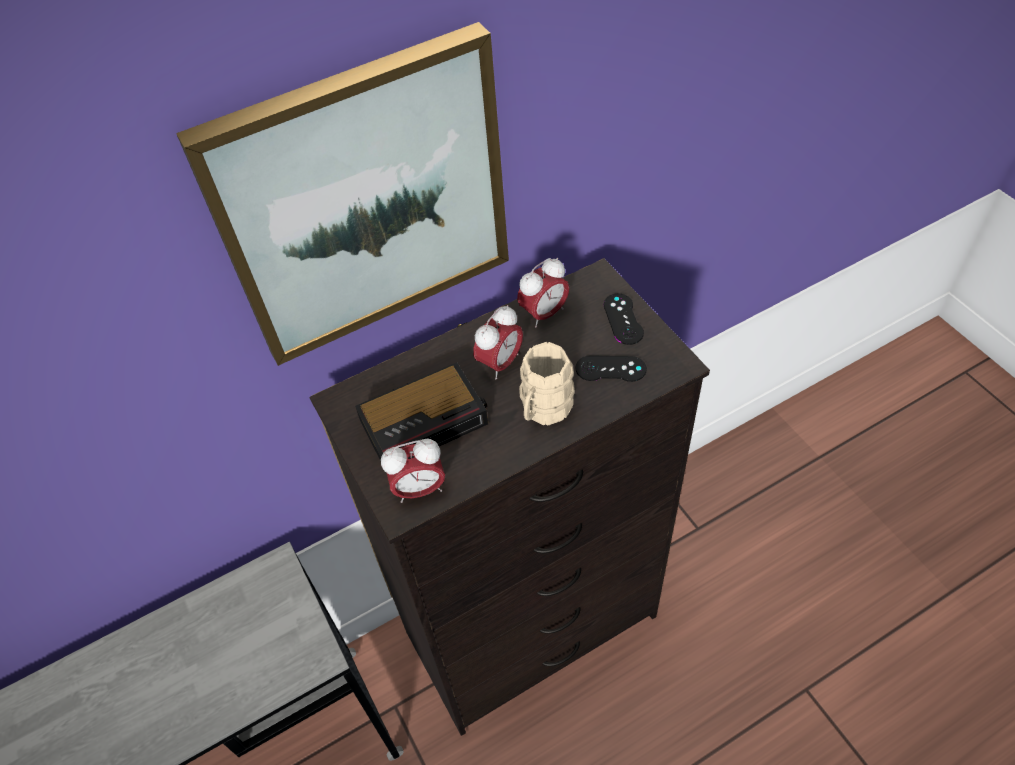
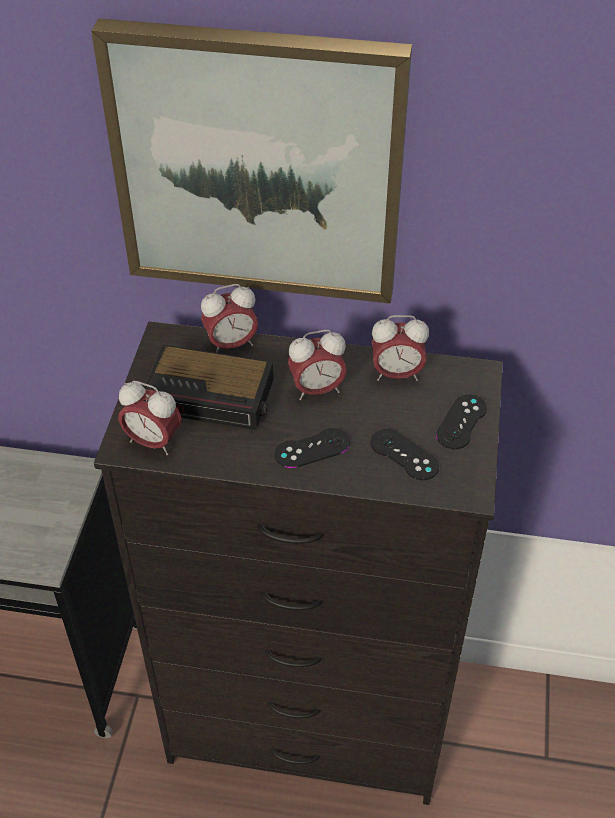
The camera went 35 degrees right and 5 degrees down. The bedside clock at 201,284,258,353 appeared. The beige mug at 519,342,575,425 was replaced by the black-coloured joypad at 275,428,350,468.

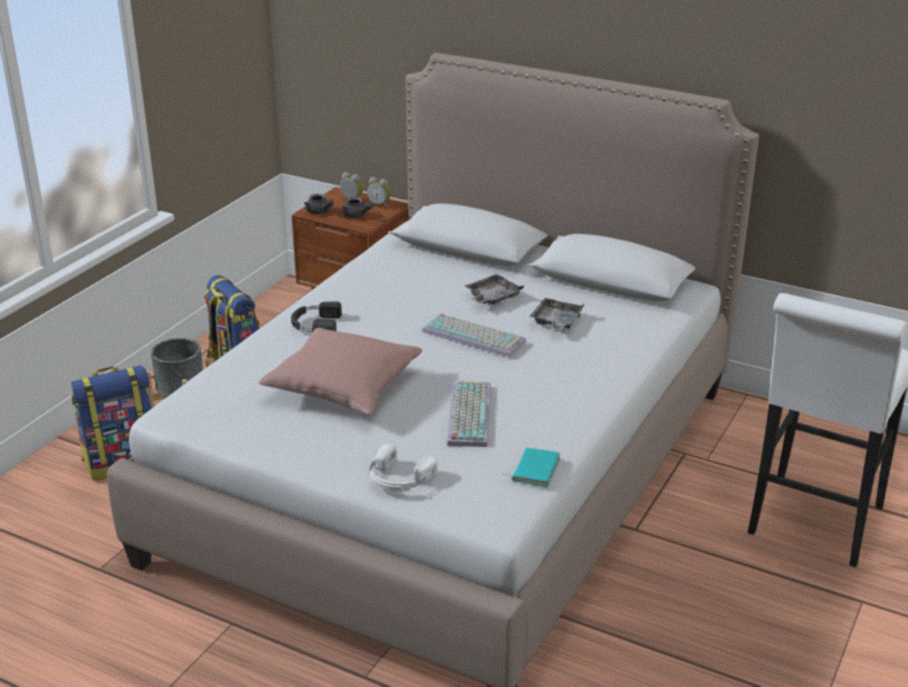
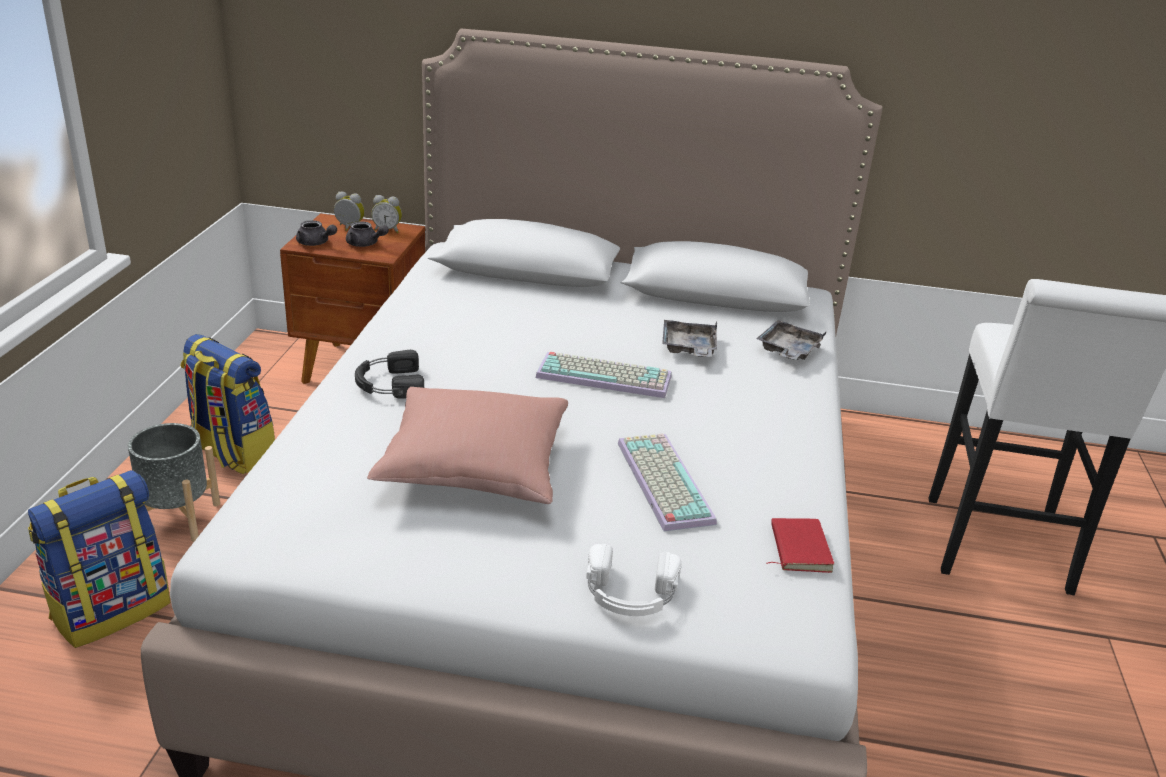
The camera went 20 degrees left and 0 degrees up. The greyish serving tray moved from 465,274,524,305 to 756,320,827,360. The turquoise-coloured bound book at 501,448,560,488 became the reddish bound book at 767,518,834,573.

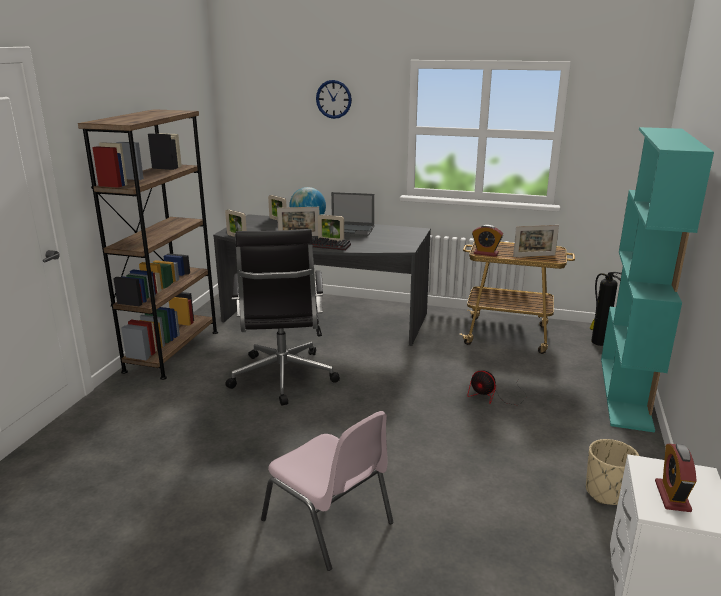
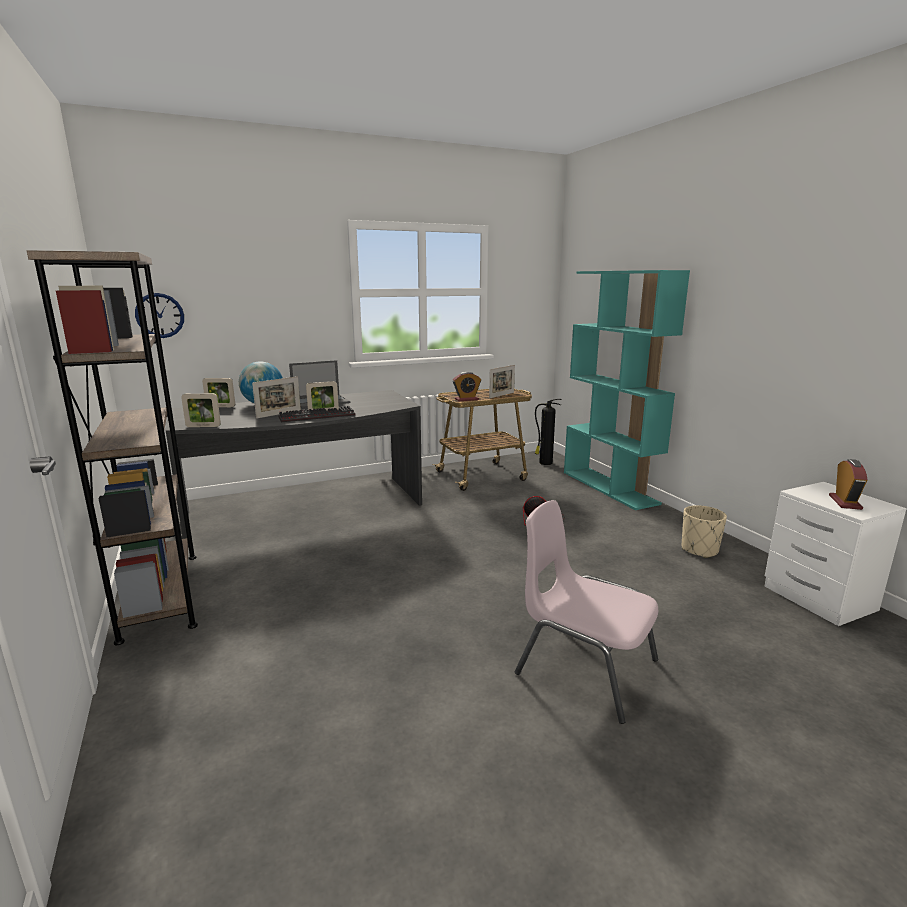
The camera went 40 degrees left and 5 degrees down. The wall clock moved from 316,80,352,119 to 135,293,184,338. The pink-coloured plain chair at 261,411,394,571 turned 150 degrees counterclockwise. The bedside clock at 655,444,697,512 turned 135 degrees counterclockwise. The black-coloured computer chair at 225,229,340,405 disappeared.

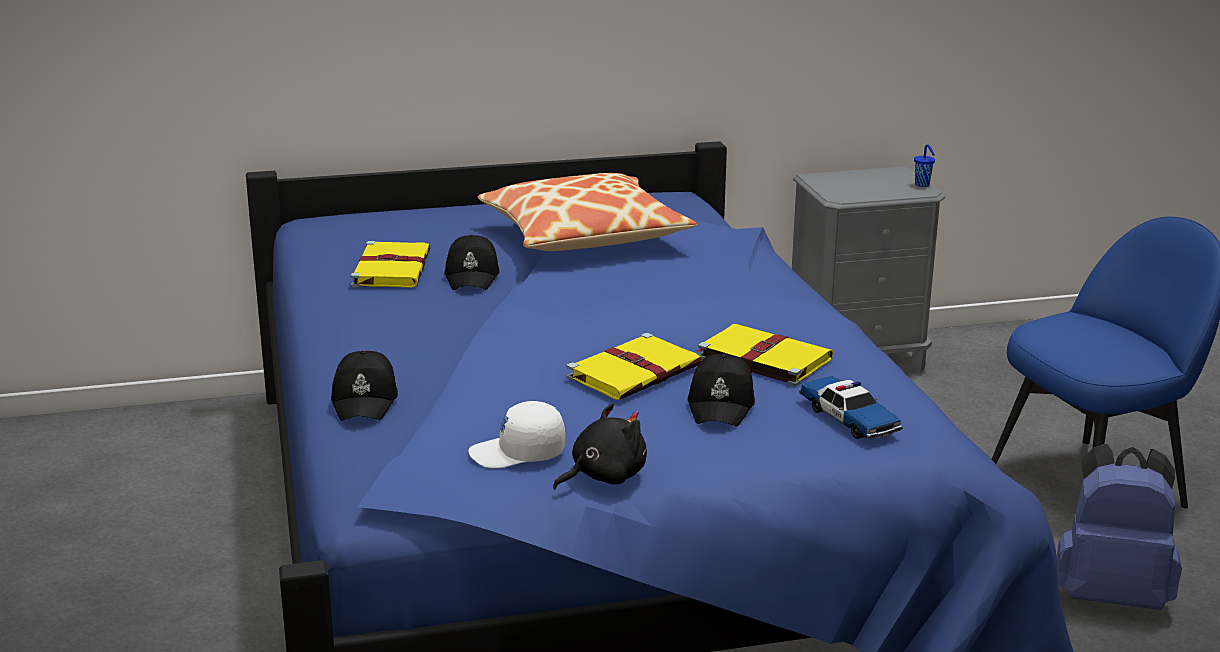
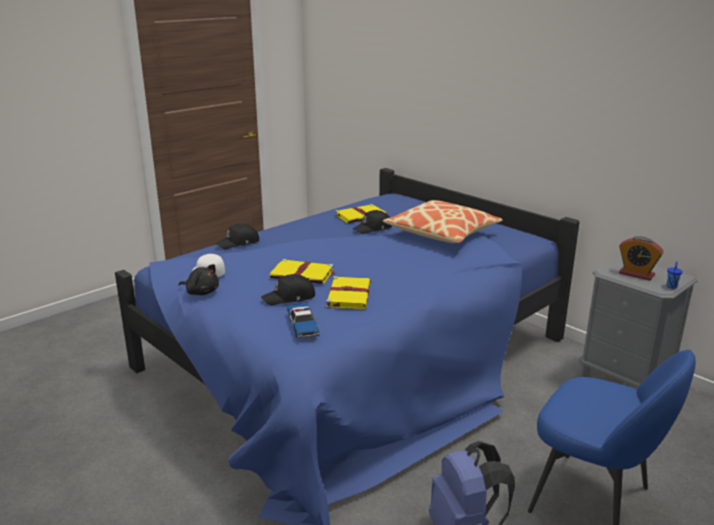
The camera went 60 degrees right and 0 degrees up. The model car at 799,376,903,439 turned 45 degrees counterclockwise. The bedside clock at 619,236,664,281 appeared.

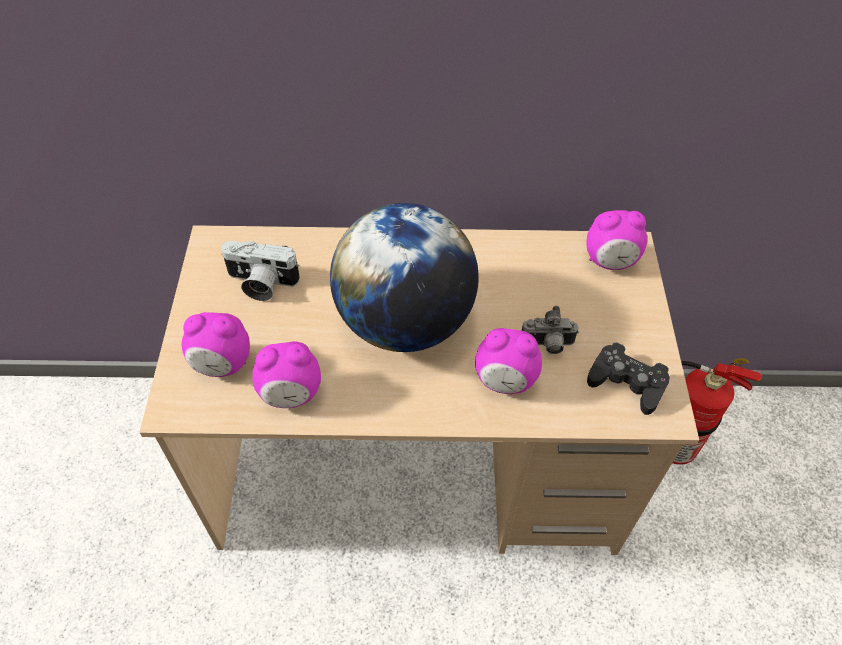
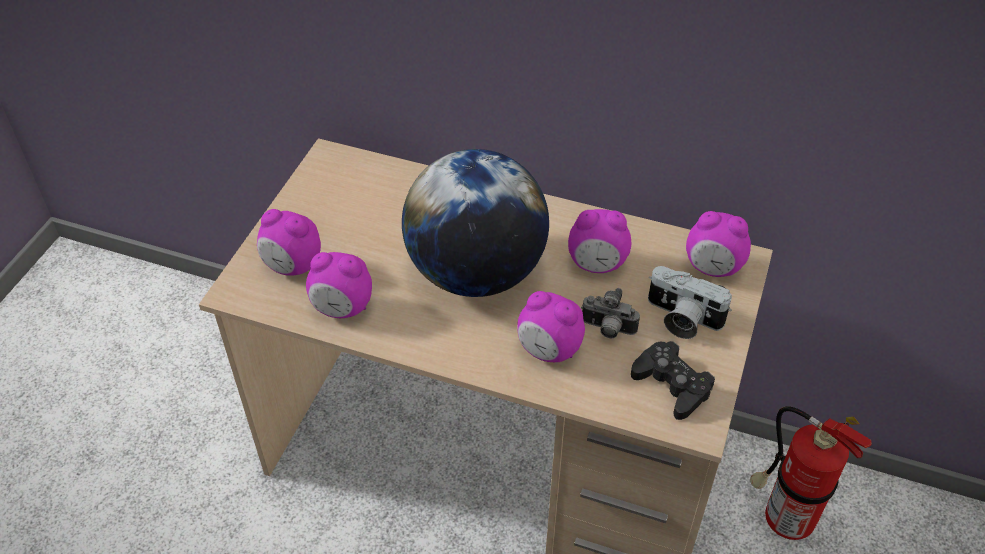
The camera went 20 degrees right and 5 degrees down. The bedside clock at 568,209,631,273 appeared. The photo camera moved from 221,241,300,301 to 648,266,732,339.

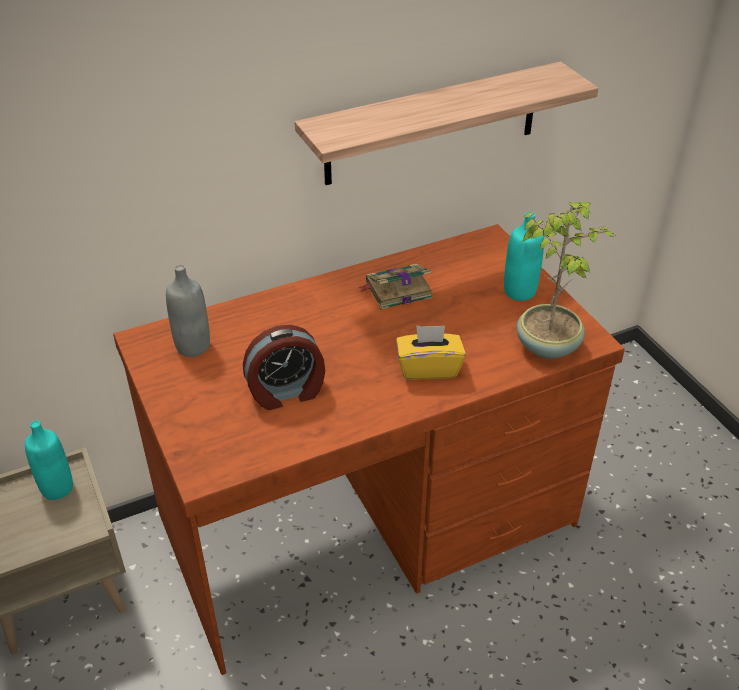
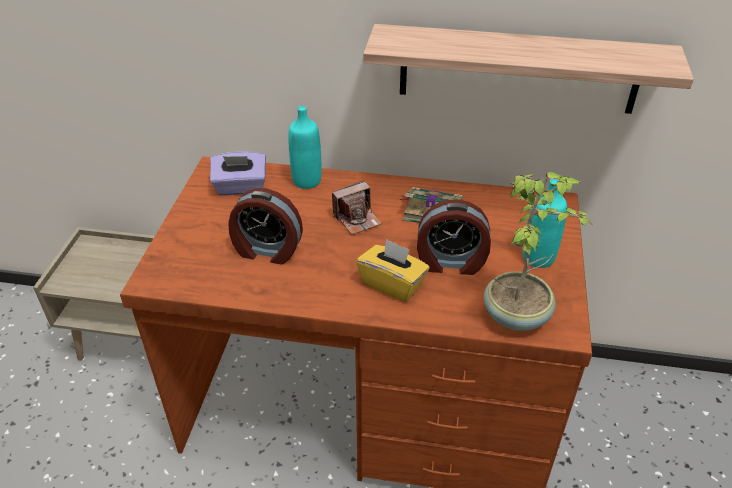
The camera went 35 degrees right and 0 degrees up. The greyish drink bottle at 166,264,210,357 was replaced by the purple box of tissues at 210,152,266,196. The turquoise-coloured drink bottle moved from 25,421,73,500 to 288,106,322,189. The photo camera at 332,180,382,235 appeared. The bedside clock at 417,199,491,275 appeared.

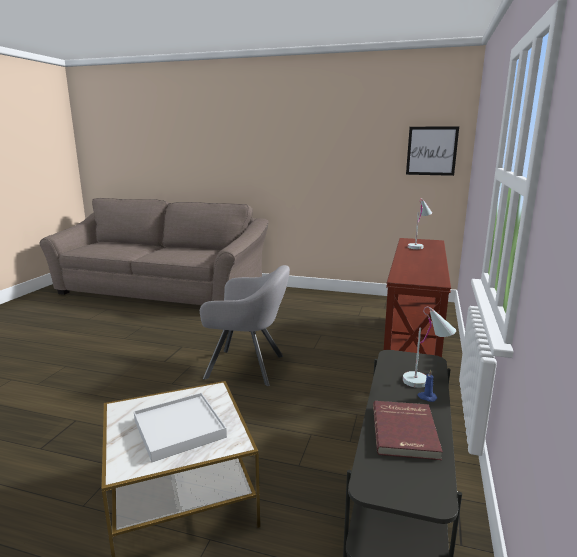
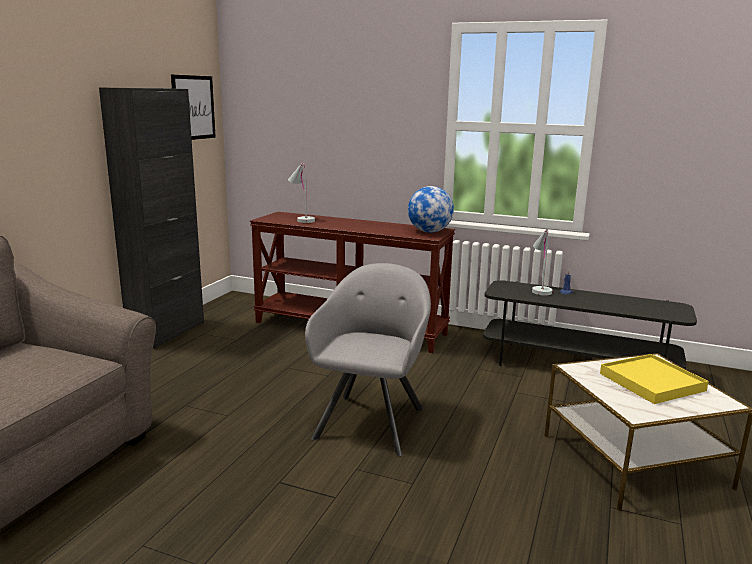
The camera went 85 degrees left and 0 degrees up. The black-coloured cabinet at 99,87,204,349 appeared. The world globe at 408,186,454,233 appeared. The white-coloured serving tray at 134,393,227,462 became the yellow serving tray at 600,354,709,404. The reddish bound book at 373,401,443,460 disappeared.

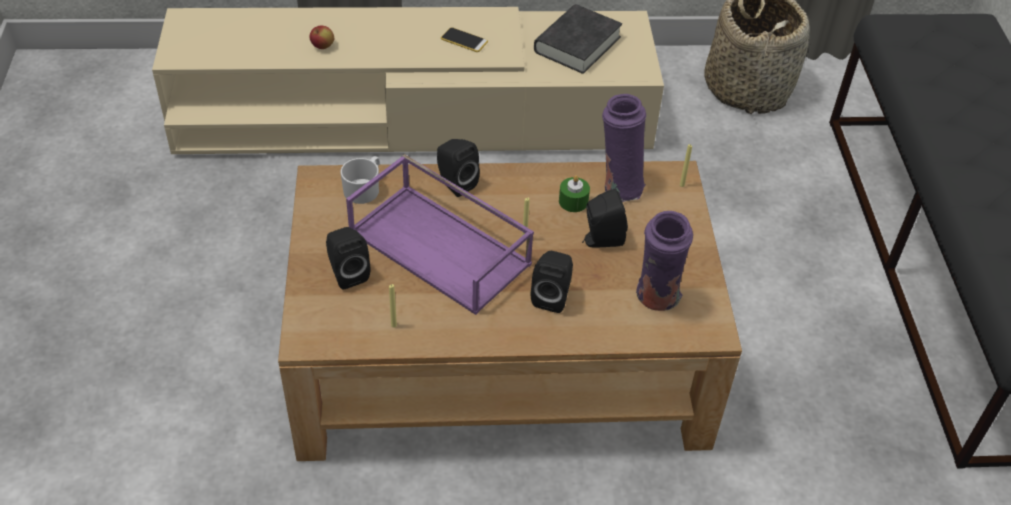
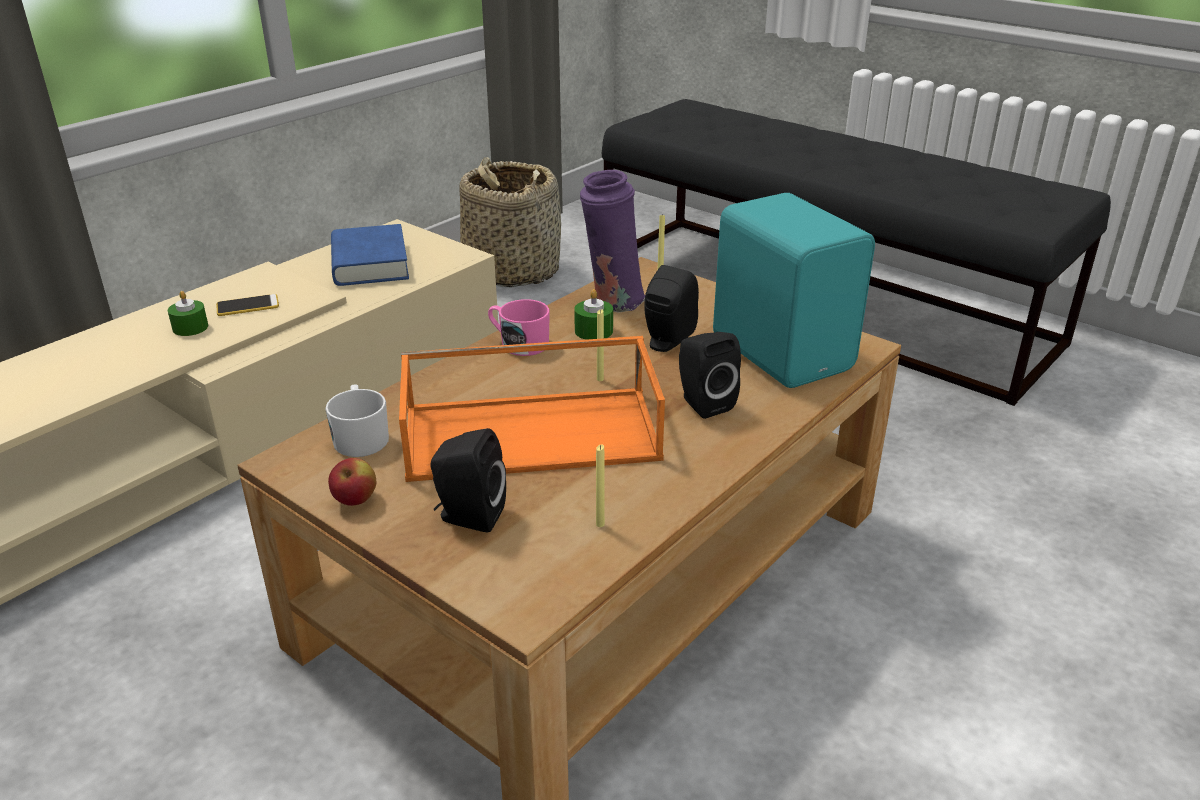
The camera went 45 degrees left and 15 degrees down. The green wax candle at 168,291,208,336 appeared. The apple moved from 309,26,334,49 to 328,458,376,506. The black-coloured bound book at 534,4,622,74 became the blue-coloured bound book at 331,224,409,286. The purple serving tray at 346,154,534,315 became the orange serving tray at 399,336,665,482. The pink-coloured mug at 488,299,550,356 appeared. The purple flower vase at 636,211,693,311 was replaced by the turquoise-coloured audio speaker at 713,193,875,388. The black-coloured audio speaker at 437,139,480,197 disappeared.

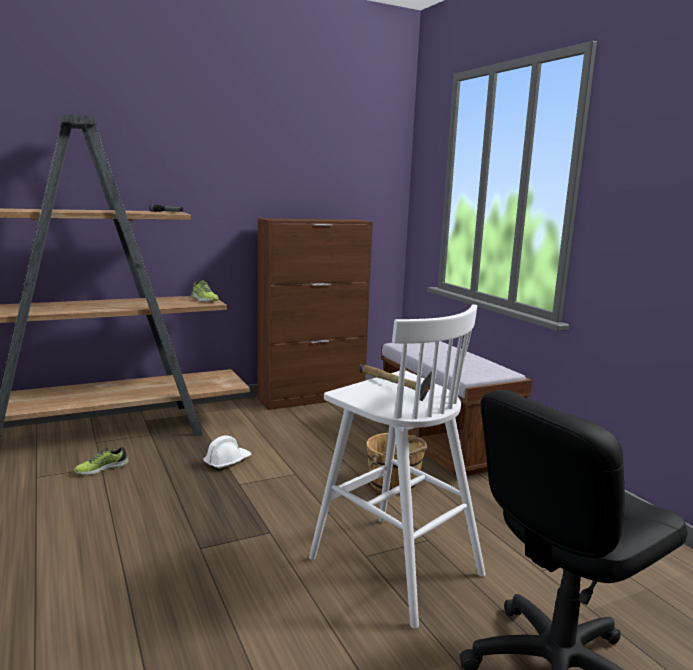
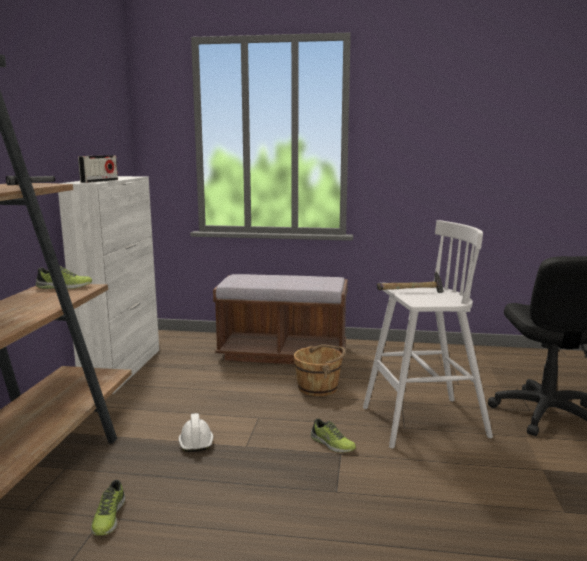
The camera went 55 degrees left and 0 degrees up. The brownish cabinet at 257,218,373,410 became the white-coloured cabinet at 58,176,159,394. The radio receiver at 78,155,118,183 appeared. The shoe at 311,418,356,453 appeared.

